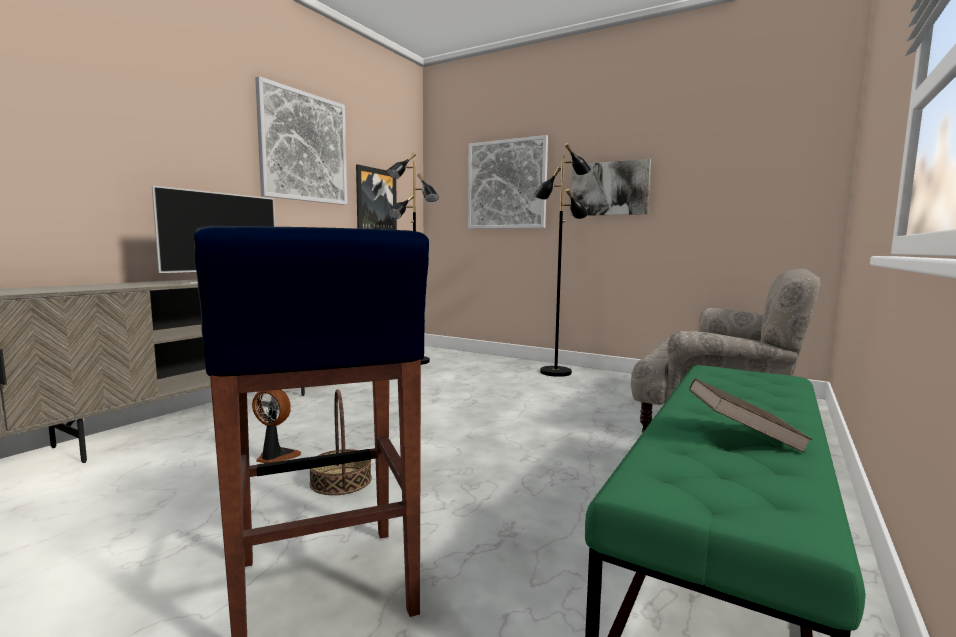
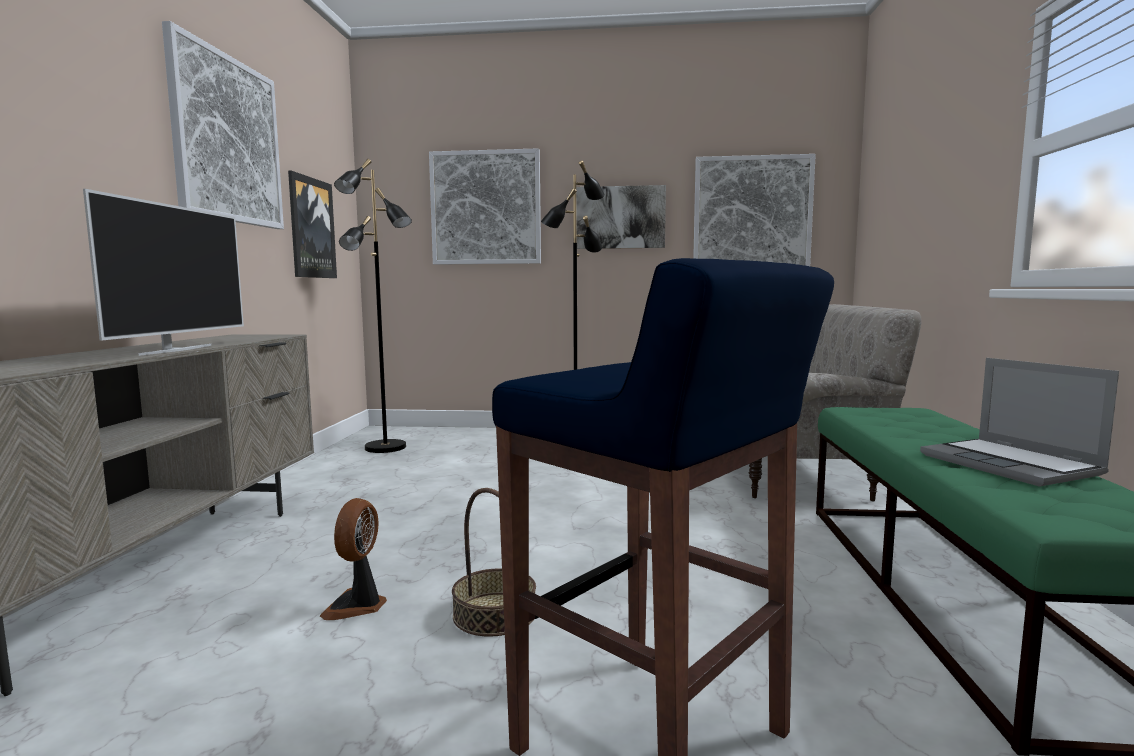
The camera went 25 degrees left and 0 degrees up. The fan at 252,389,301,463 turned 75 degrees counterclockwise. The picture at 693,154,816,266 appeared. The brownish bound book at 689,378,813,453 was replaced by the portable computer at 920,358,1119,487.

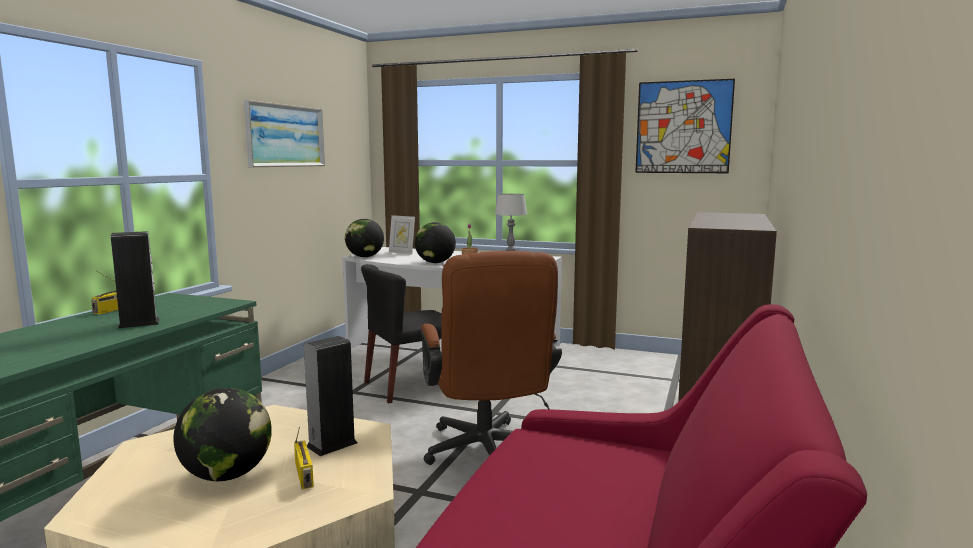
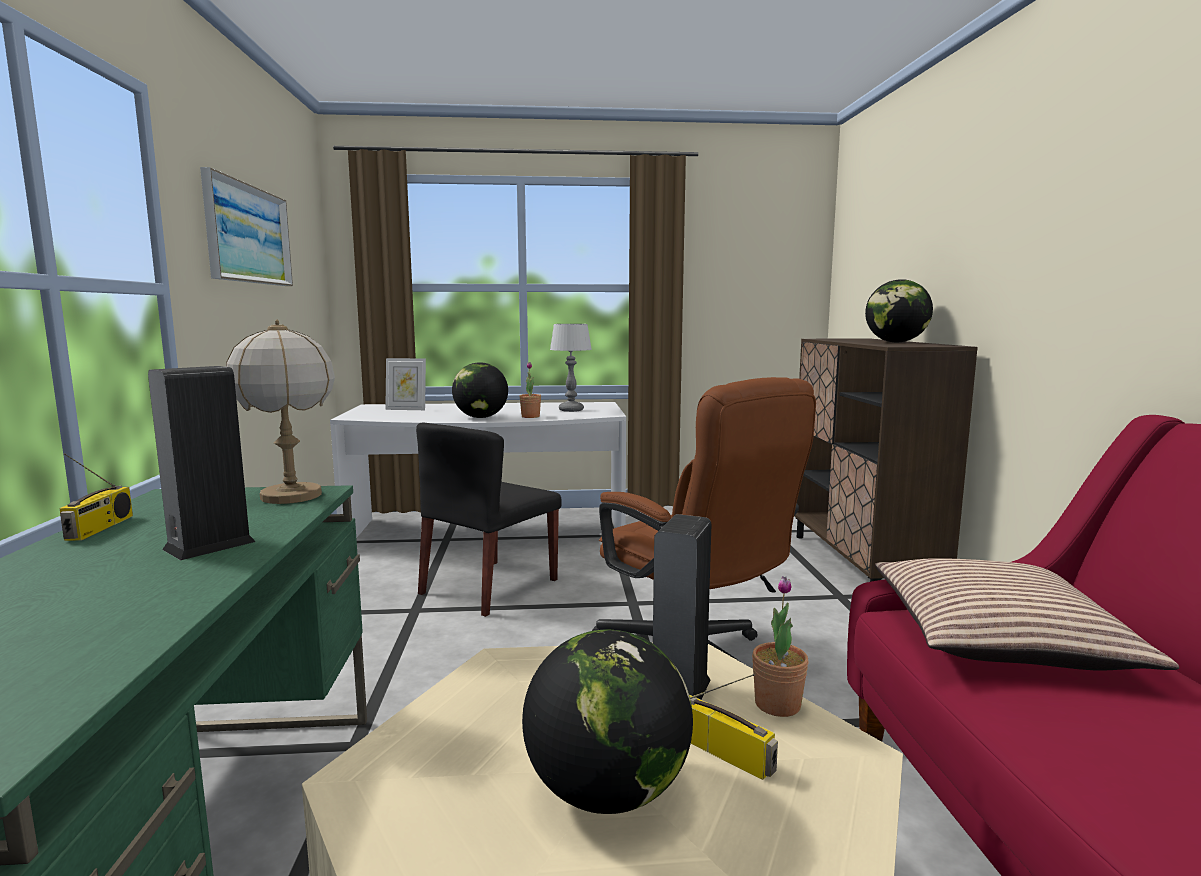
The camera went 25 degrees left and 0 degrees up. The tabletop lamp at 226,320,335,504 appeared. The houseplant at 752,576,809,717 appeared. The world globe moved from 345,219,384,257 to 865,279,933,342. The pillow at 875,558,1179,671 appeared. The picture at 635,79,735,173 disappeared.

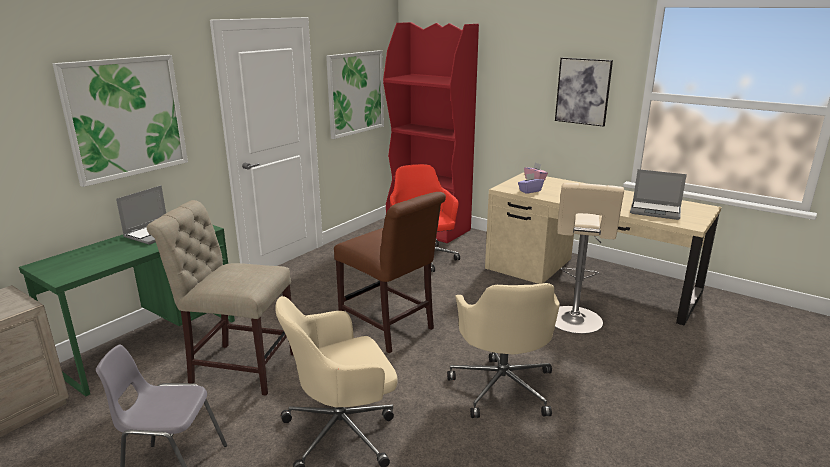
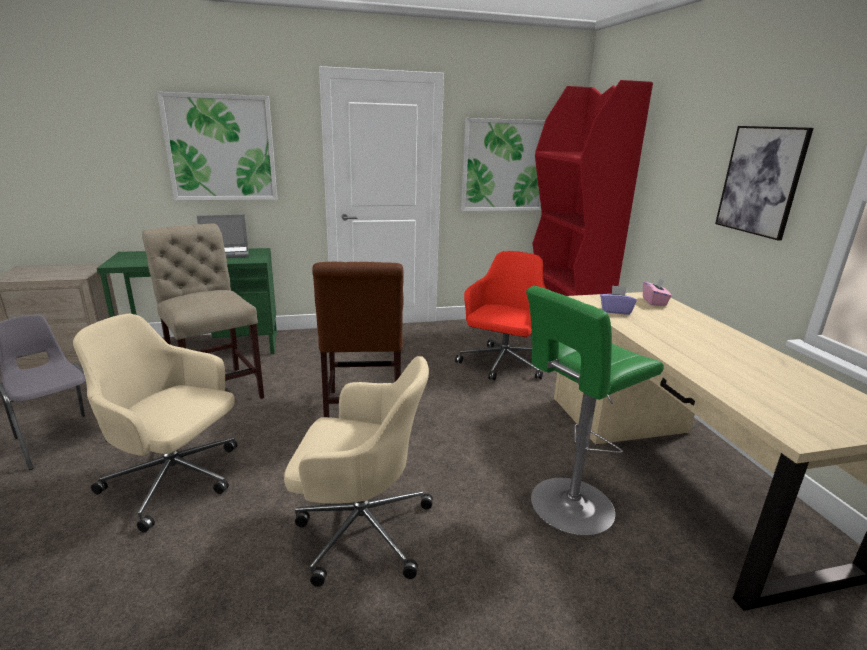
The camera went 40 degrees right and 0 degrees up. The beige computer chair at 447,283,560,418 turned 120 degrees counterclockwise. The beige stool at 555,183,624,334 became the green stool at 526,286,664,536. The portable computer at 630,169,687,220 disappeared.

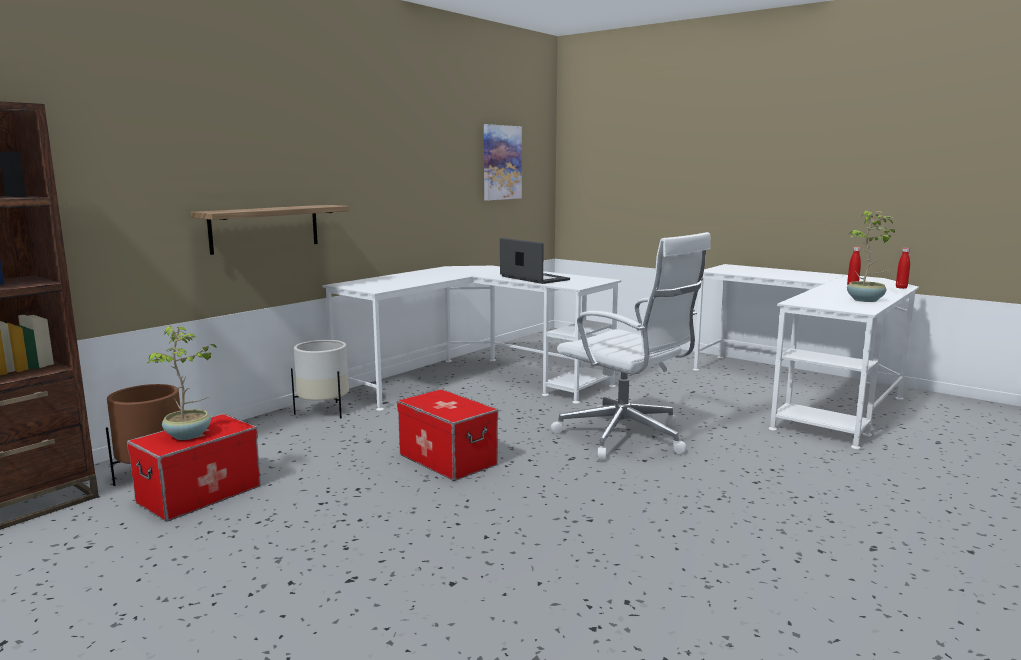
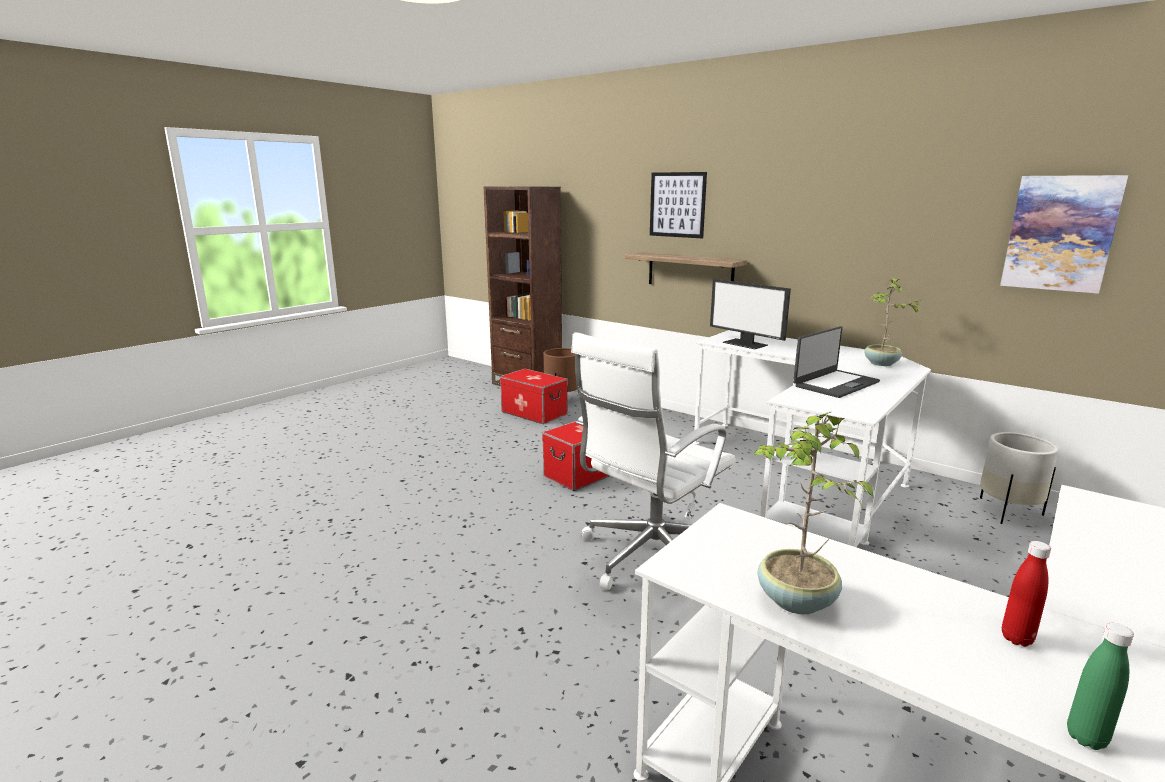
The camera went 90 degrees right and 5 degrees up. The picture at 650,172,707,238 appeared. The computer display at 710,279,791,349 appeared. The houseplant moved from 147,326,216,440 to 864,278,919,366. The white-coloured planter moved from 291,340,349,418 to 980,432,1059,524. The reddish drink bottle at 896,248,910,289 became the green drink bottle at 1067,623,1134,750.

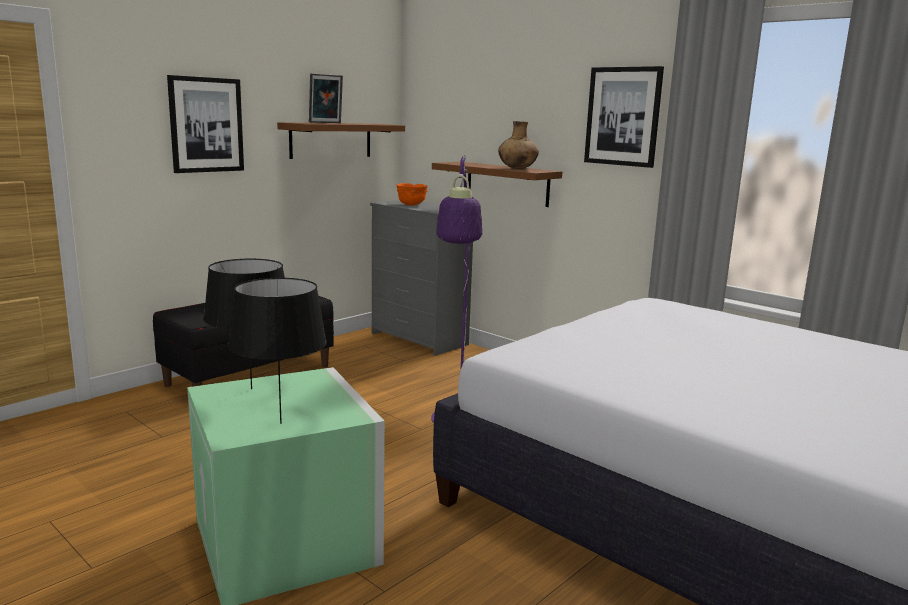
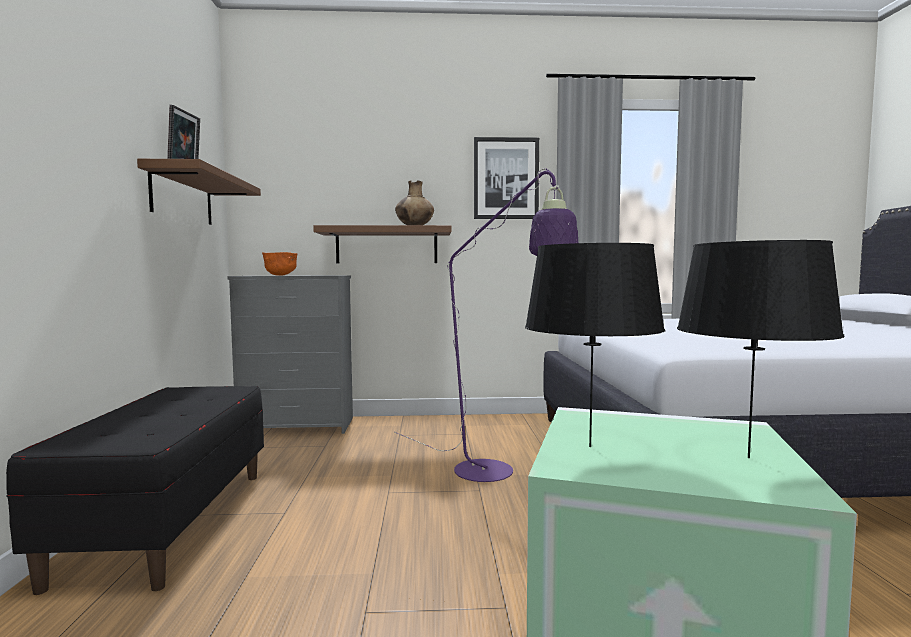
The camera went 45 degrees left and 10 degrees down. The picture at 167,75,244,173 disappeared.

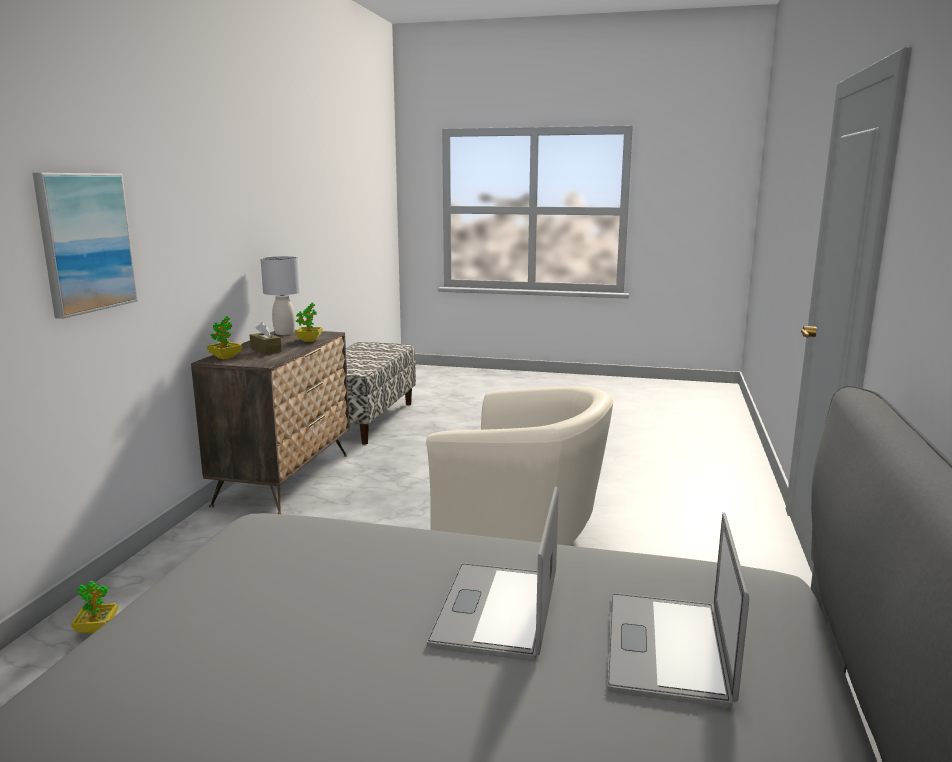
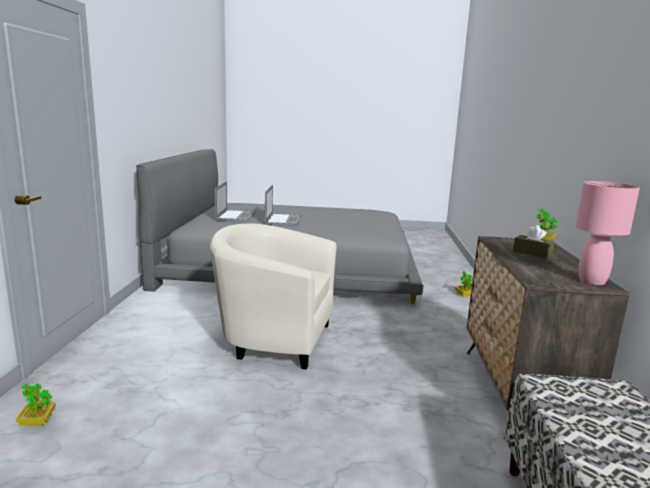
The camera went 170 degrees right and 0 degrees up. The houseplant moved from 295,302,323,342 to 16,383,56,426. The greyish tabletop lamp at 261,256,300,335 became the pink-coloured tabletop lamp at 576,181,640,285. The picture at 33,173,138,319 disappeared.

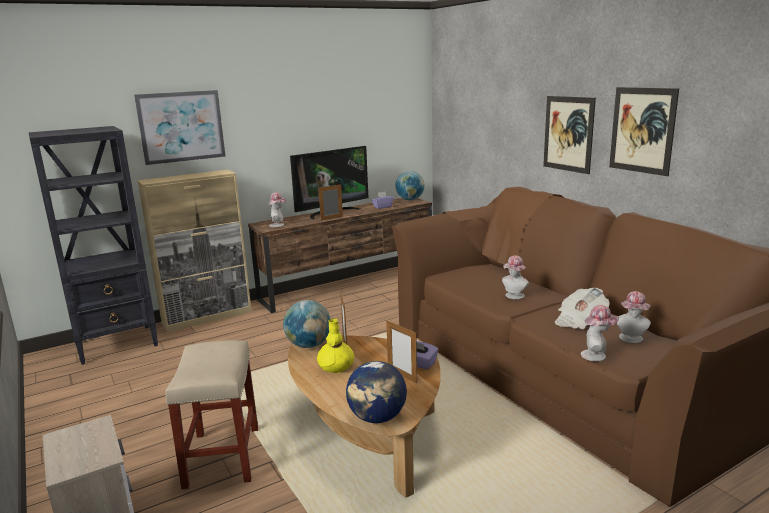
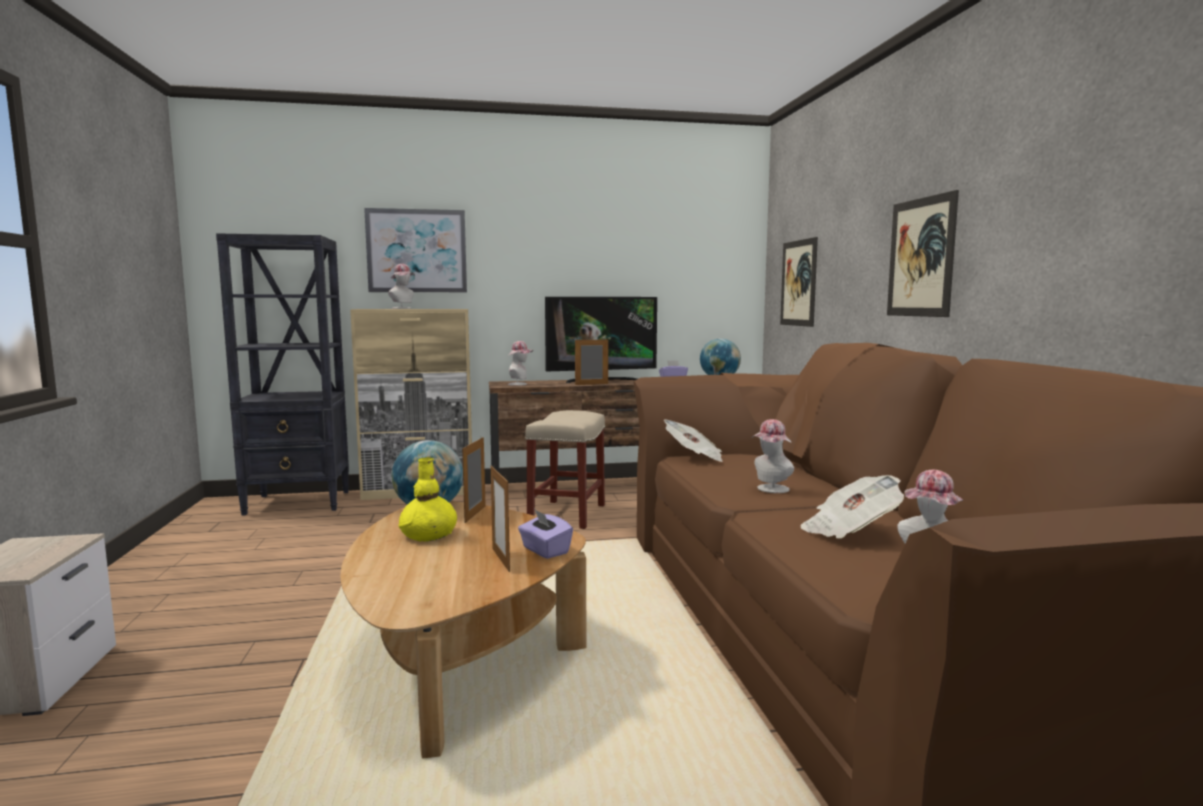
The camera went 20 degrees right and 10 degrees down. The clothing hat moved from 581,305,619,361 to 388,264,415,309. The beige stool moved from 165,340,258,489 to 525,410,605,529. The printed paper at 664,419,722,462 appeared. The picture moved from 609,87,679,176 to 780,237,818,327. The world globe at 346,361,407,423 disappeared.

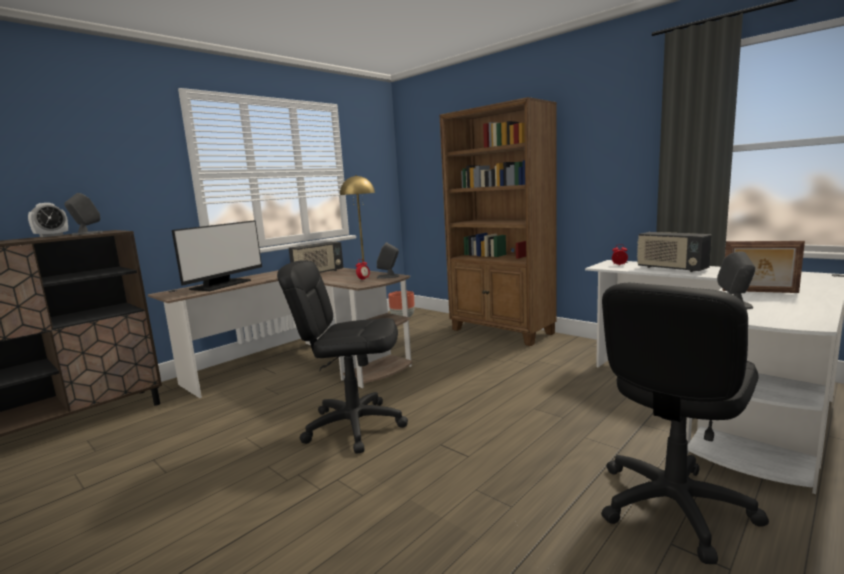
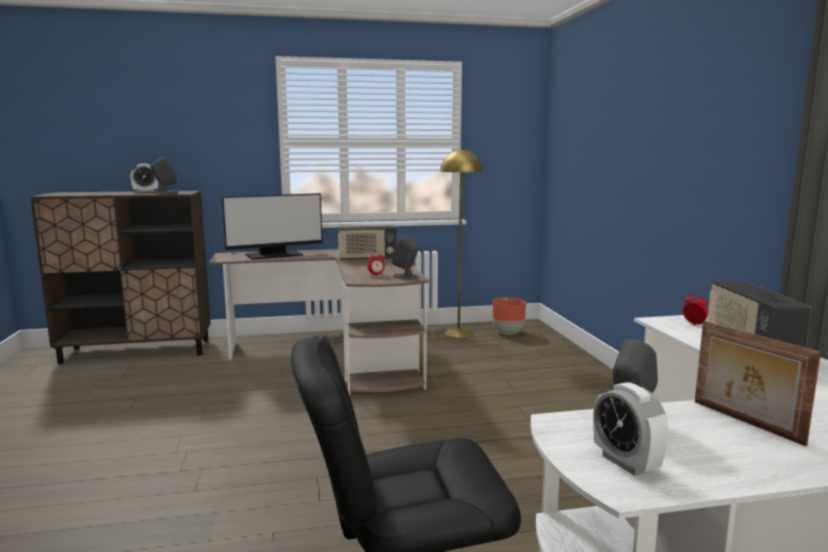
The camera went 35 degrees right and 0 degrees up. The bedside clock at 593,382,668,476 appeared. The black-coloured computer chair at 277,260,408,454 disappeared. The brownish bookcase at 440,97,557,346 disappeared.

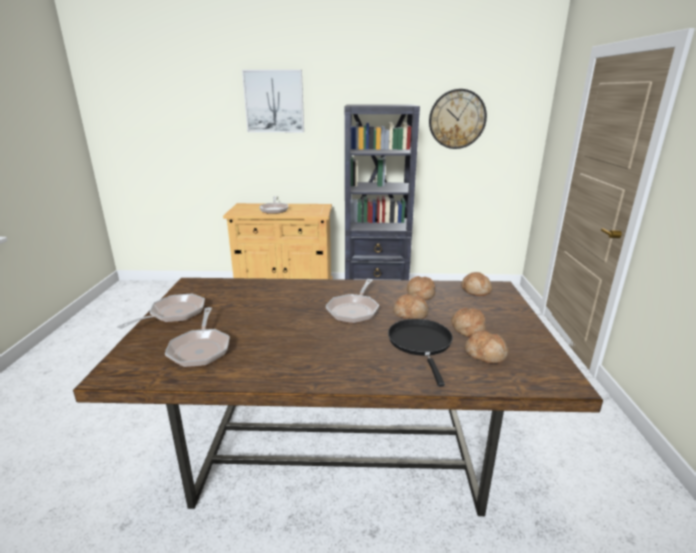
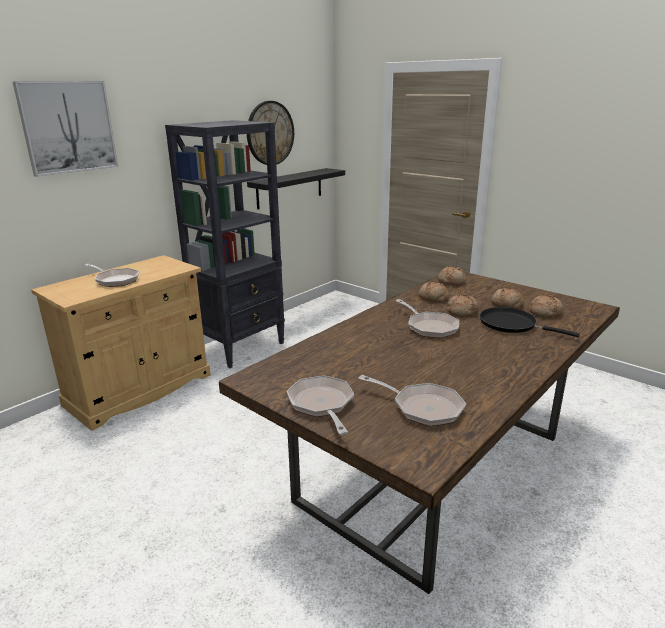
The camera went 50 degrees left and 0 degrees up. The black-coloured wall shelf at 247,168,345,210 appeared.

